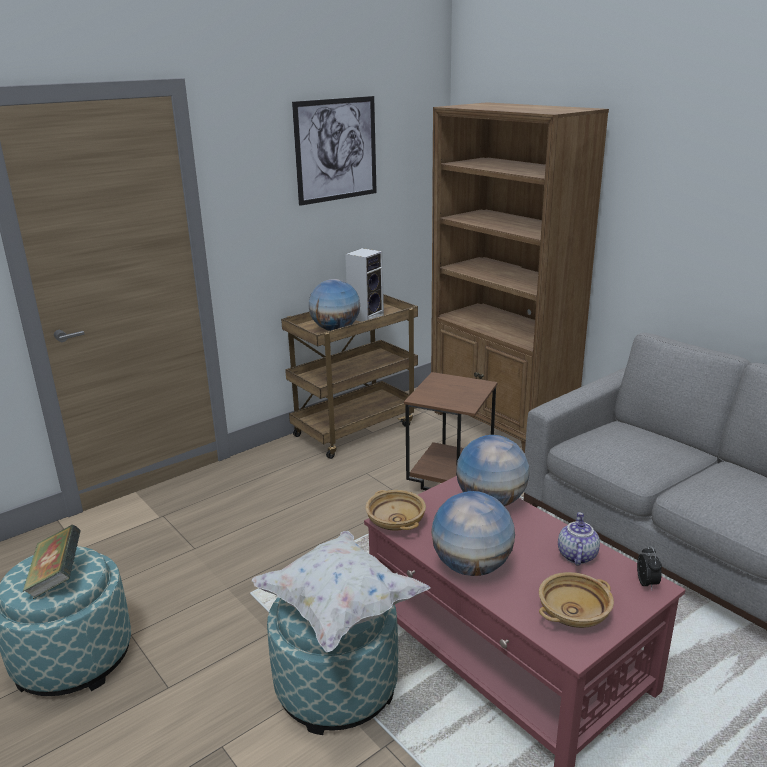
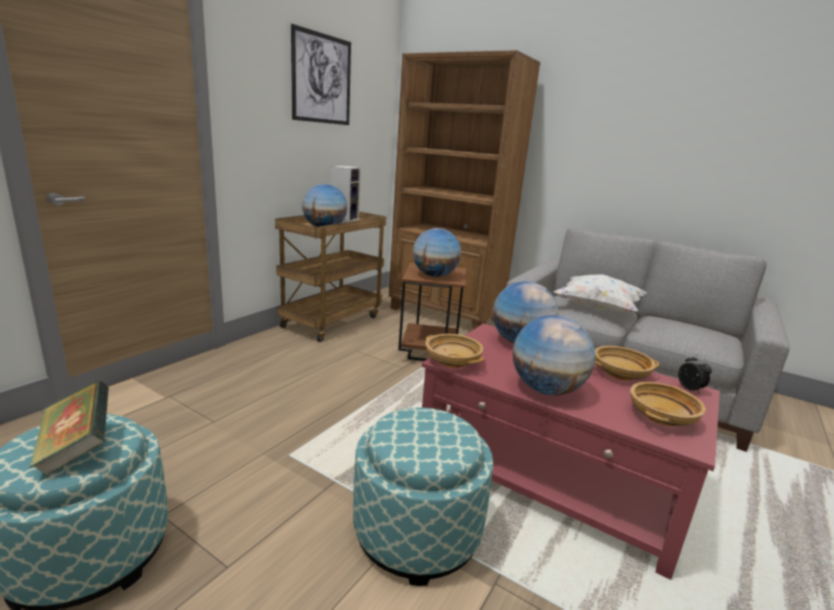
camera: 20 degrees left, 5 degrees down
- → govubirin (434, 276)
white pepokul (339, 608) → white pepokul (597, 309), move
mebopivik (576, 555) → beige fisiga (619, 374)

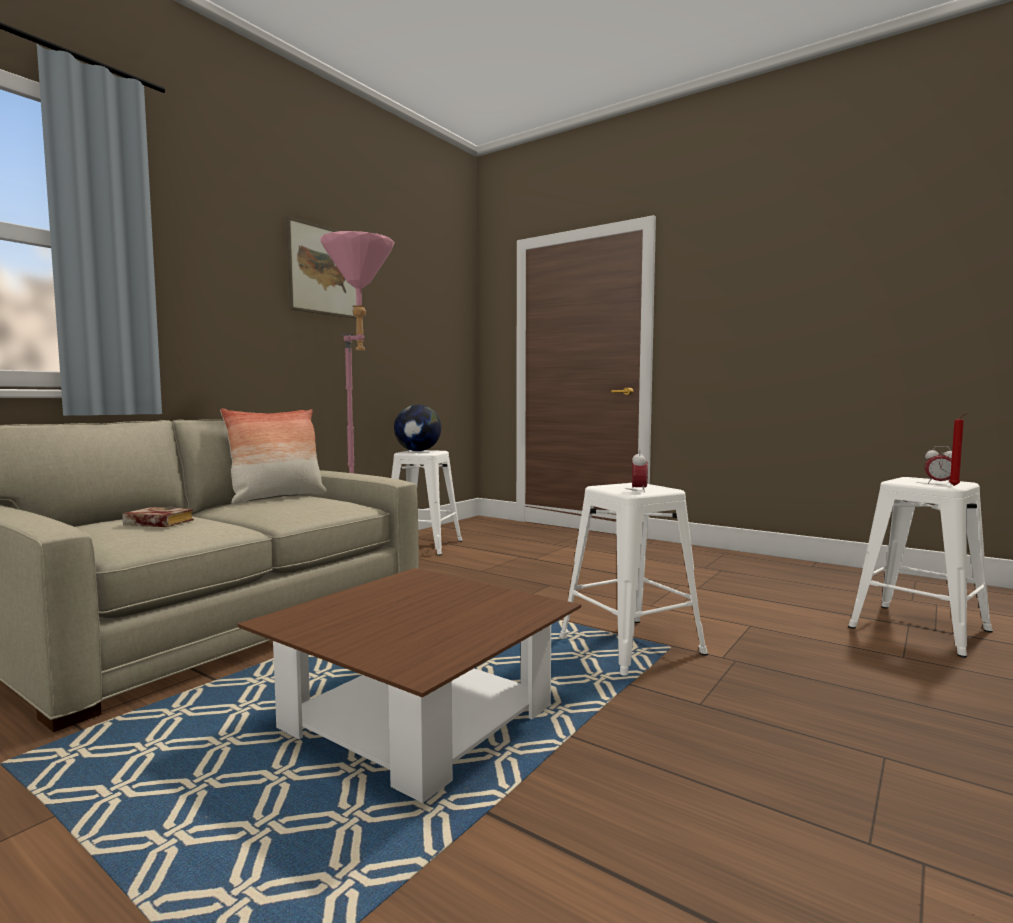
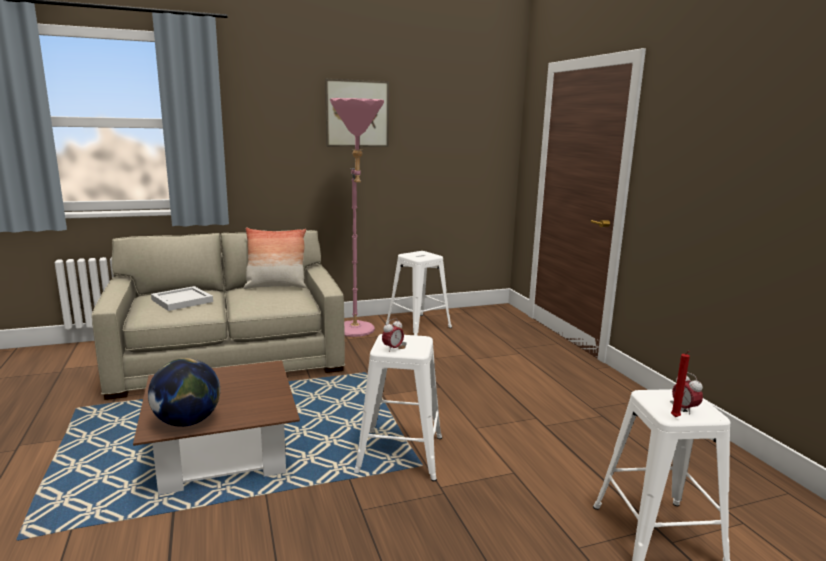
camera: 35 degrees right, 10 degrees up
govubirin (418, 451) → govubirin (187, 422), move
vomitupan (155, 523) → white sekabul (181, 300)

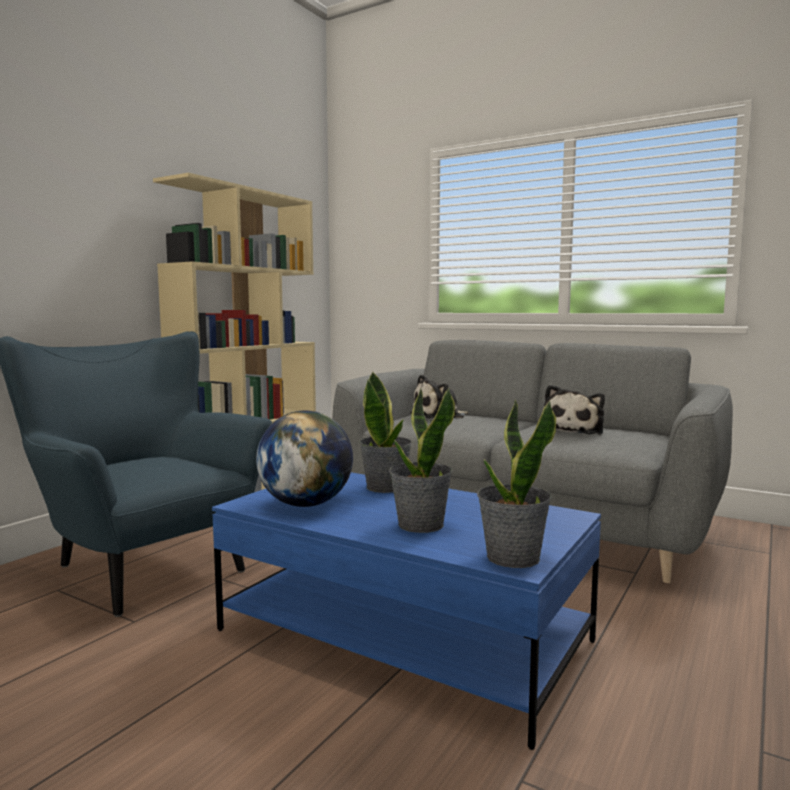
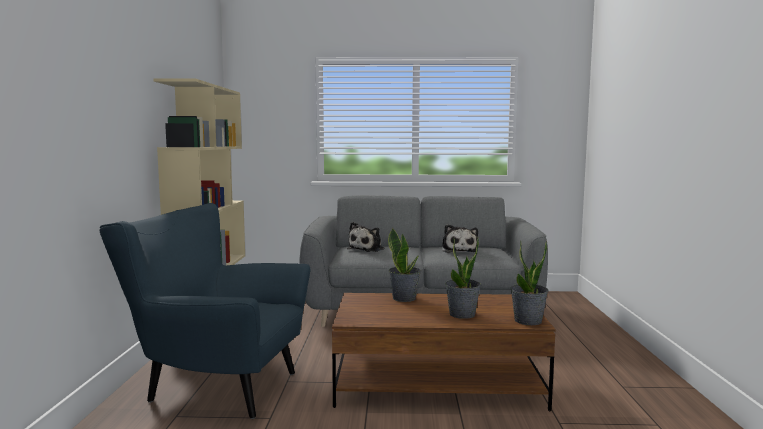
camera: 30 degrees left, 0 degrees up
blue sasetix (403, 635) → brown sasetix (437, 383)
govubirin (306, 504) → -

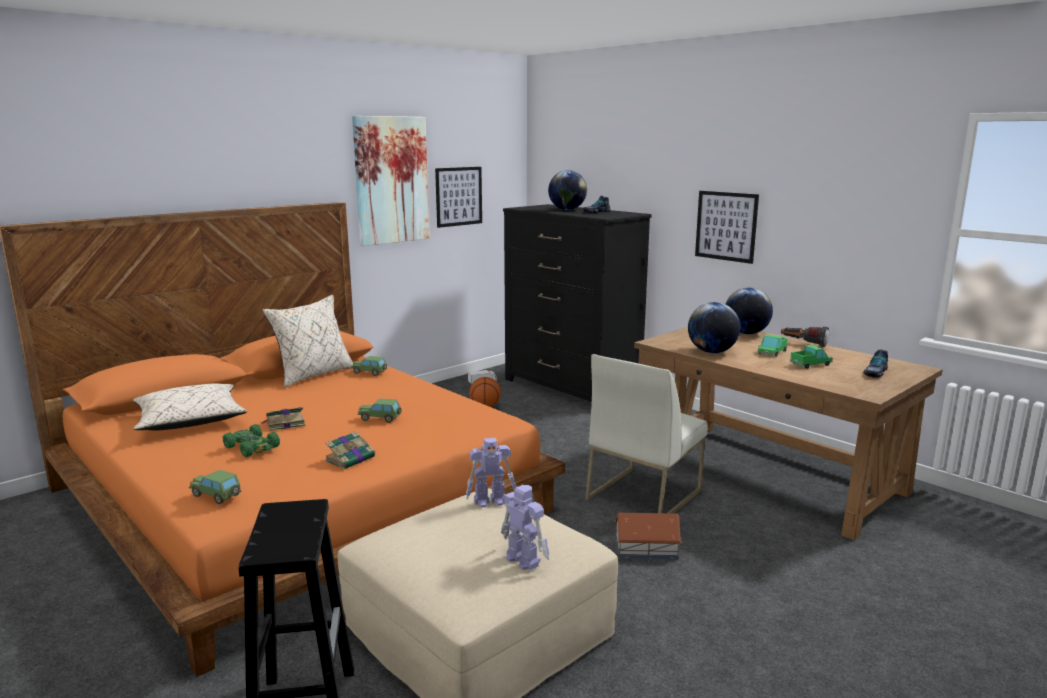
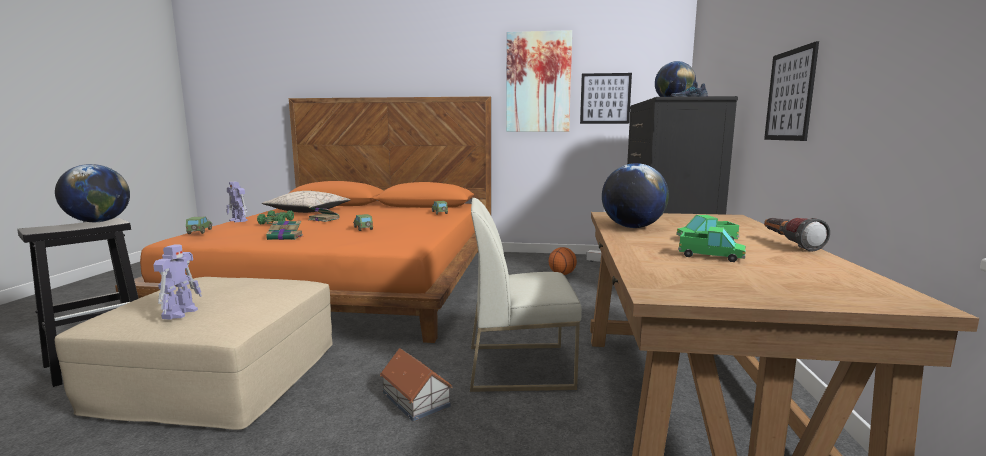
camera: 50 degrees right, 5 degrees down
govubirin (746, 333) → govubirin (98, 222), move
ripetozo (491, 501) → ripetozo (238, 220), move
beige pepokul (313, 375) → -
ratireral (875, 372) → -

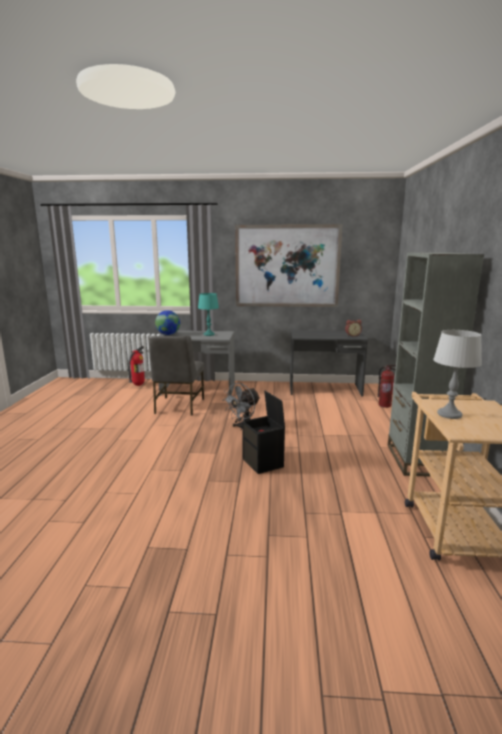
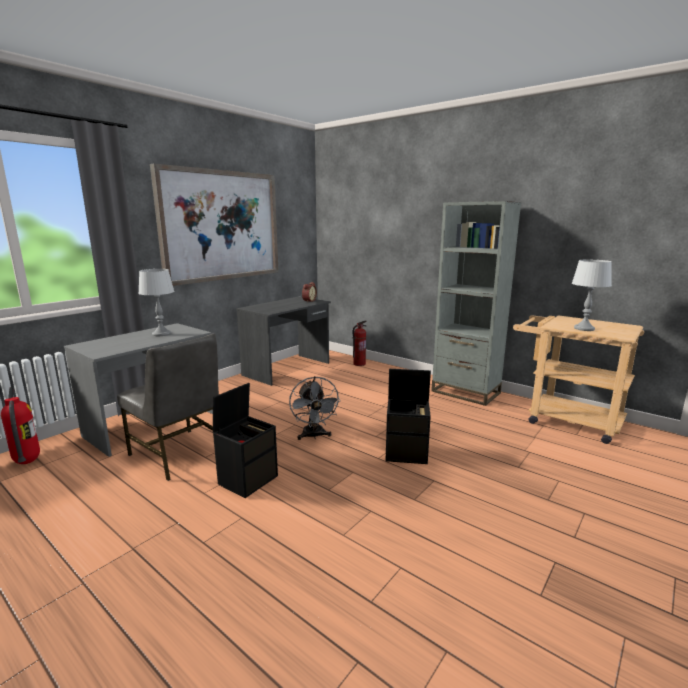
camera: 55 degrees left, 0 degrees up
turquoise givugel (209, 334) → grey givugel (161, 334)
- → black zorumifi (248, 479)
govubirin (168, 334) → -

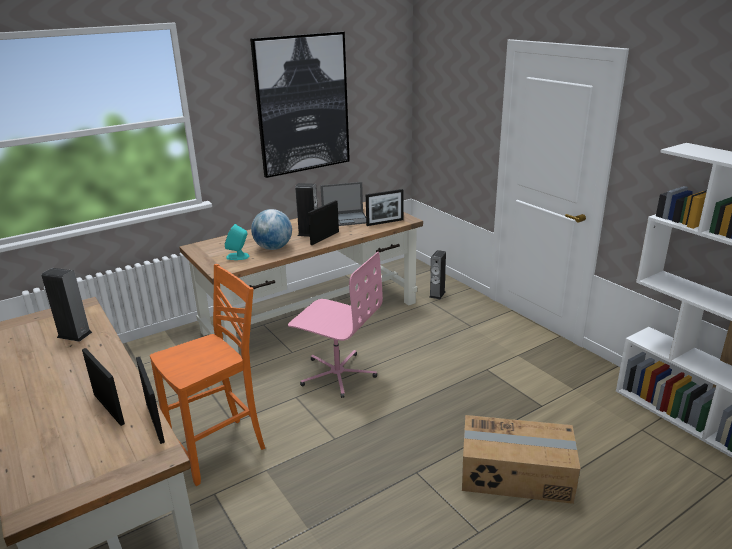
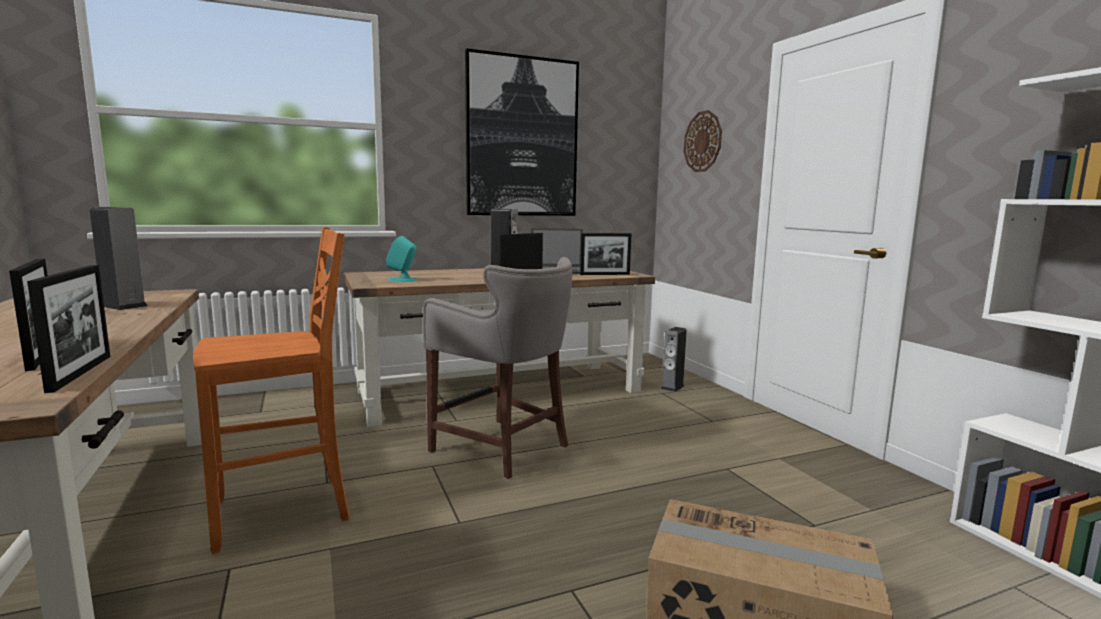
camera: 10 degrees right, 15 degrees down
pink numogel (337, 374) → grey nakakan (504, 448)
- → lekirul (702, 141)
govubirin (273, 248) → -

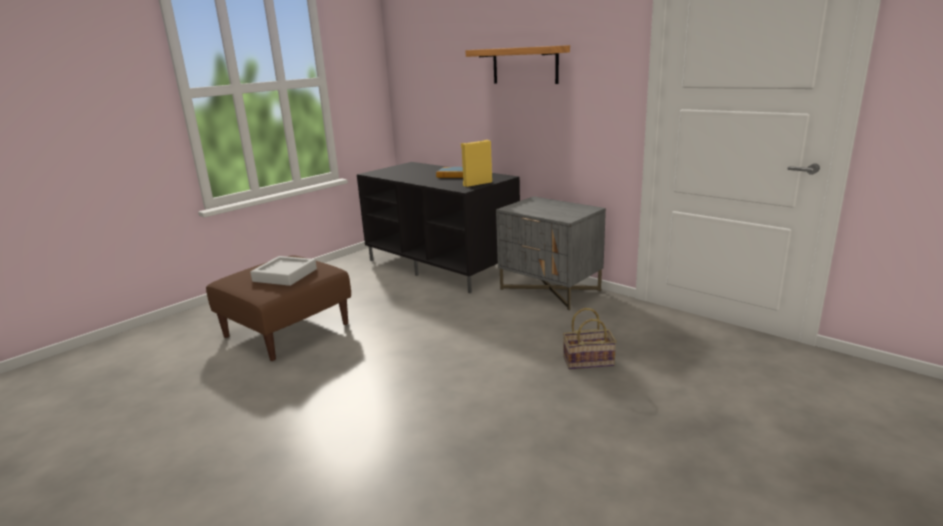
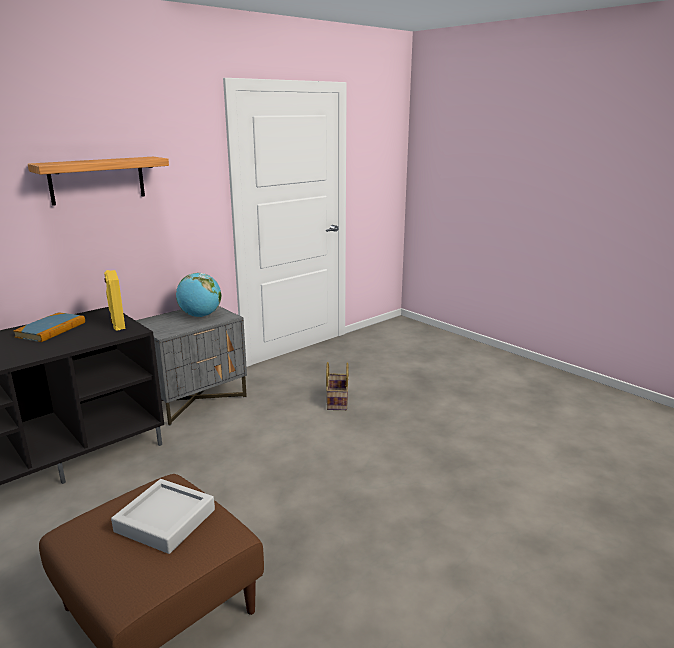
camera: 85 degrees left, 0 degrees up
- → govubirin (200, 316)

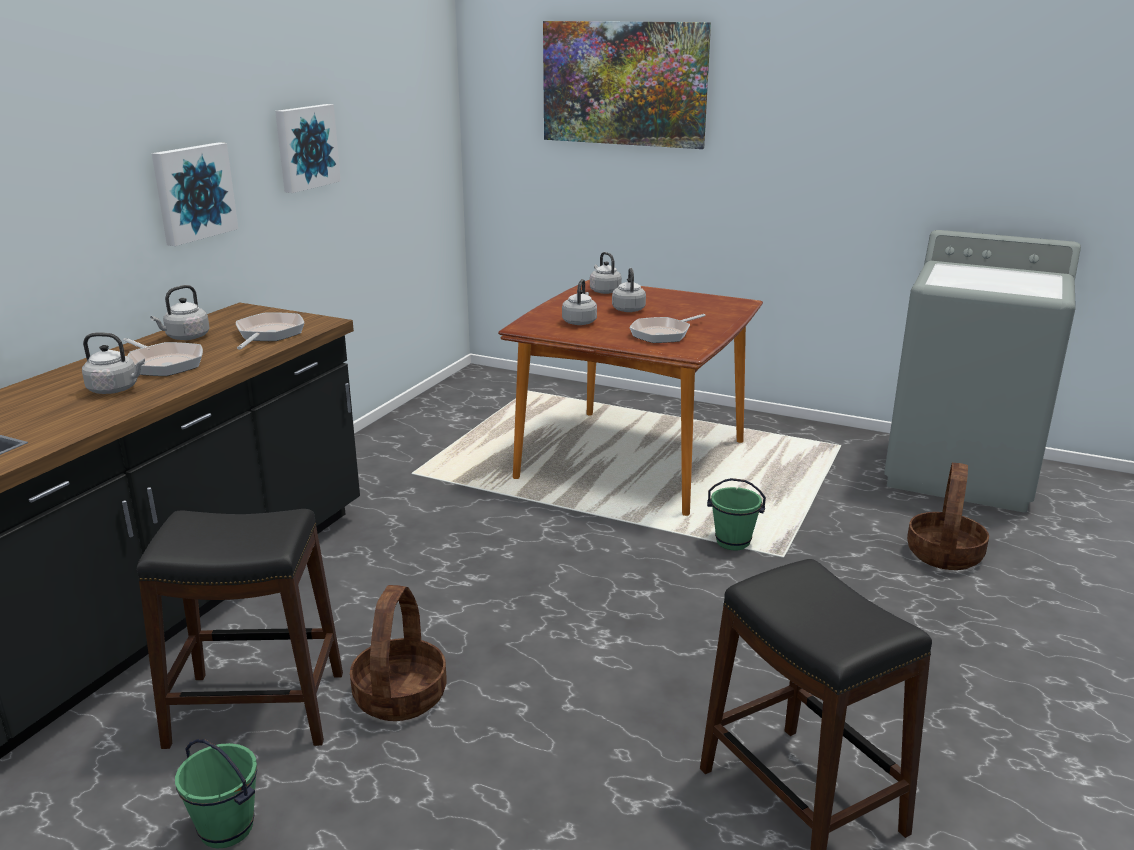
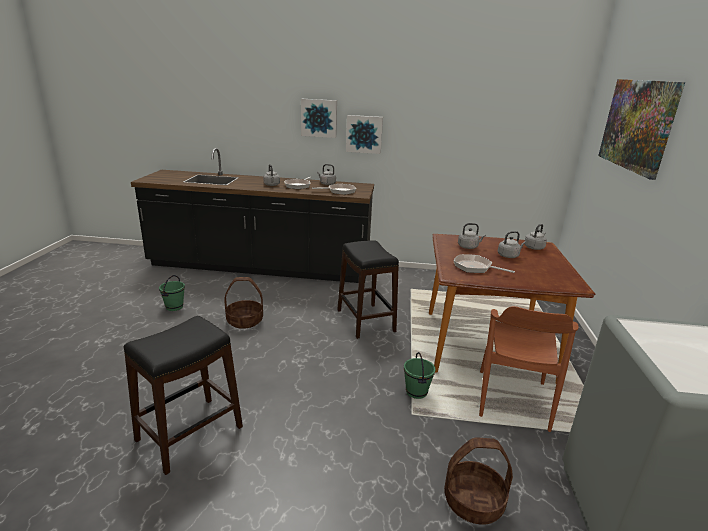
camera: 70 degrees right, 0 degrees up
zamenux (305, 147) → zamenux (319, 118), move
black nakakan (256, 708) → black nakakan (366, 320), move
- → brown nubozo (512, 399)

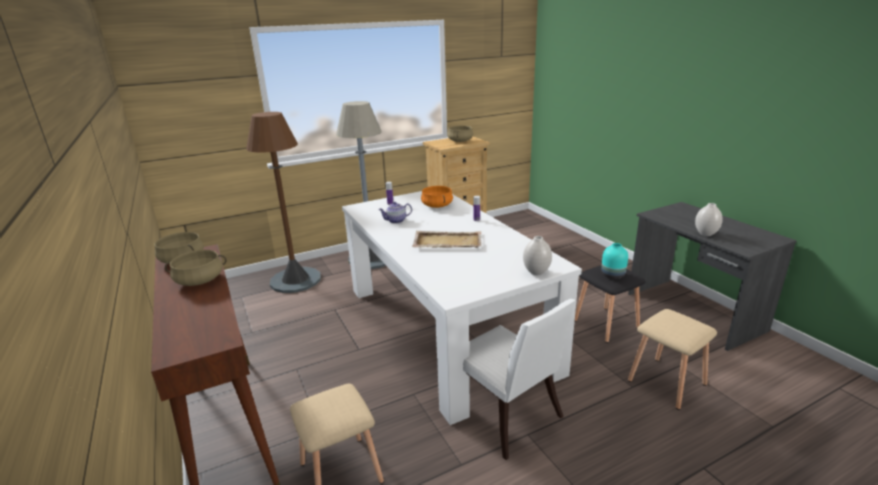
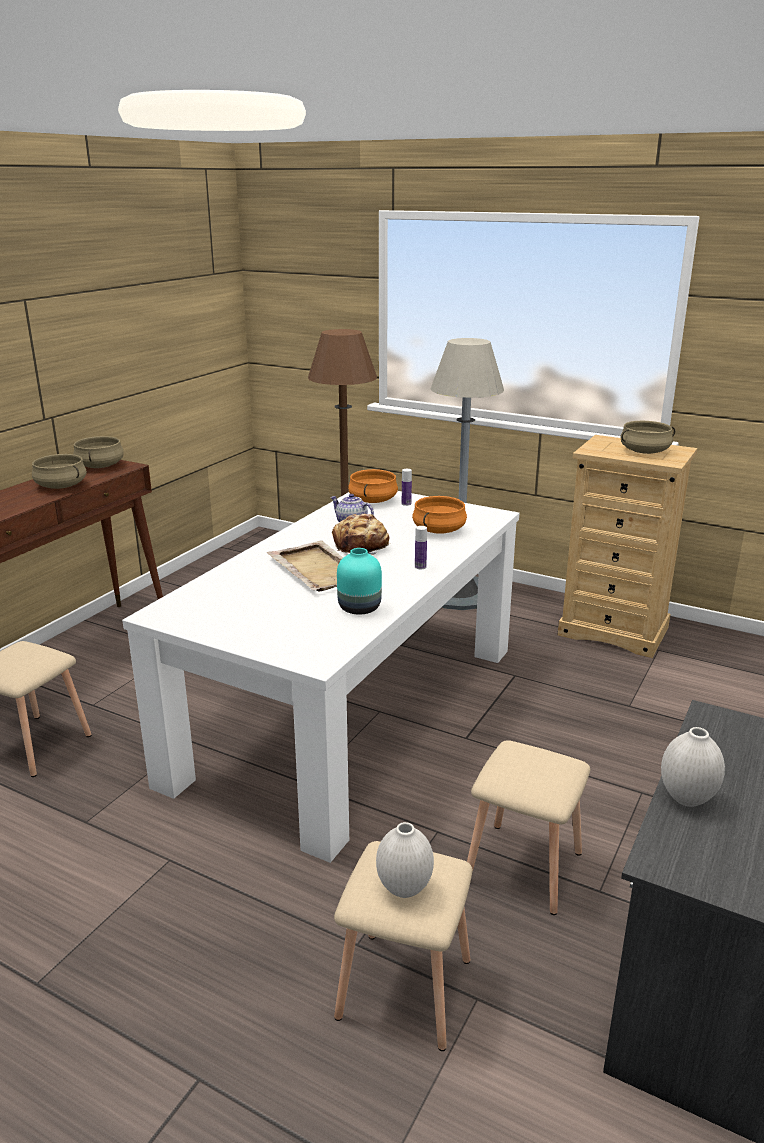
camera: 55 degrees right, 0 degrees up
- → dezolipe (362, 546)
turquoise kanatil (613, 275) → turquoise kanatil (358, 608), move
- → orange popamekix (373, 500)
white kanatil (536, 272) → white kanatil (405, 889), move
black nakakan (605, 324) → beige nakakan (523, 865)
white nubozo (506, 417) → -

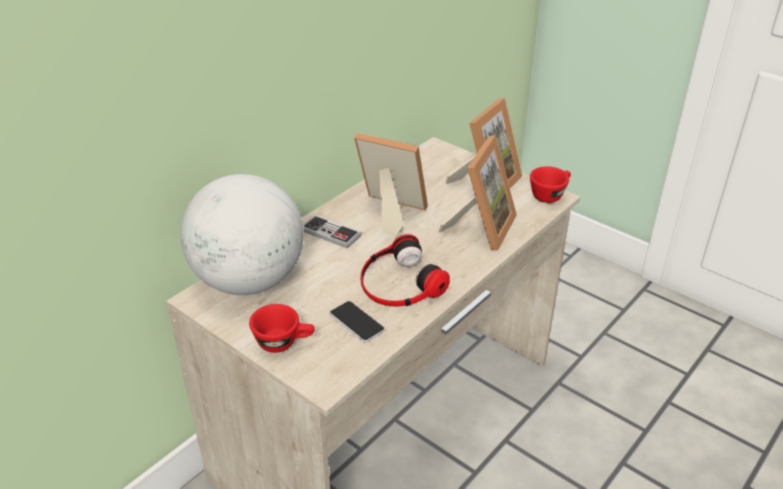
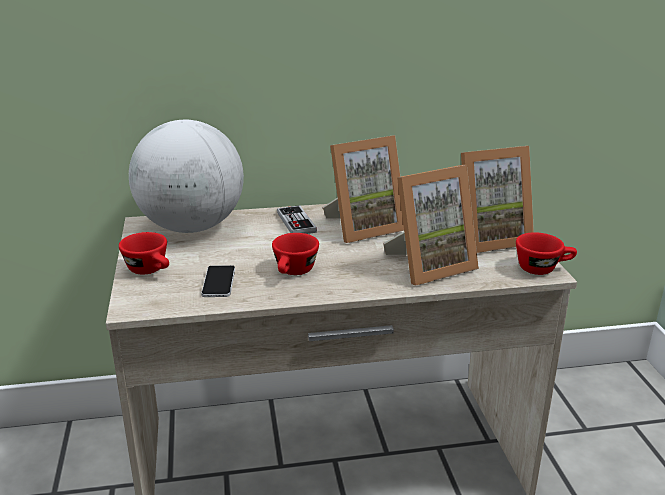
camera: 40 degrees right, 10 degrees down
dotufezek (399, 283) → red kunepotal (294, 272)
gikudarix (388, 213) → gikudarix (363, 227), 90 degrees clockwise

